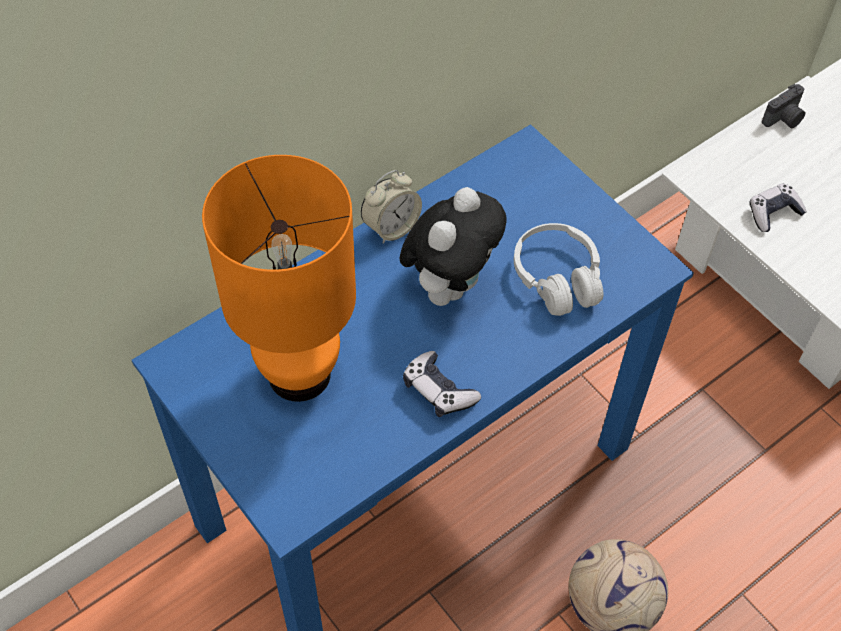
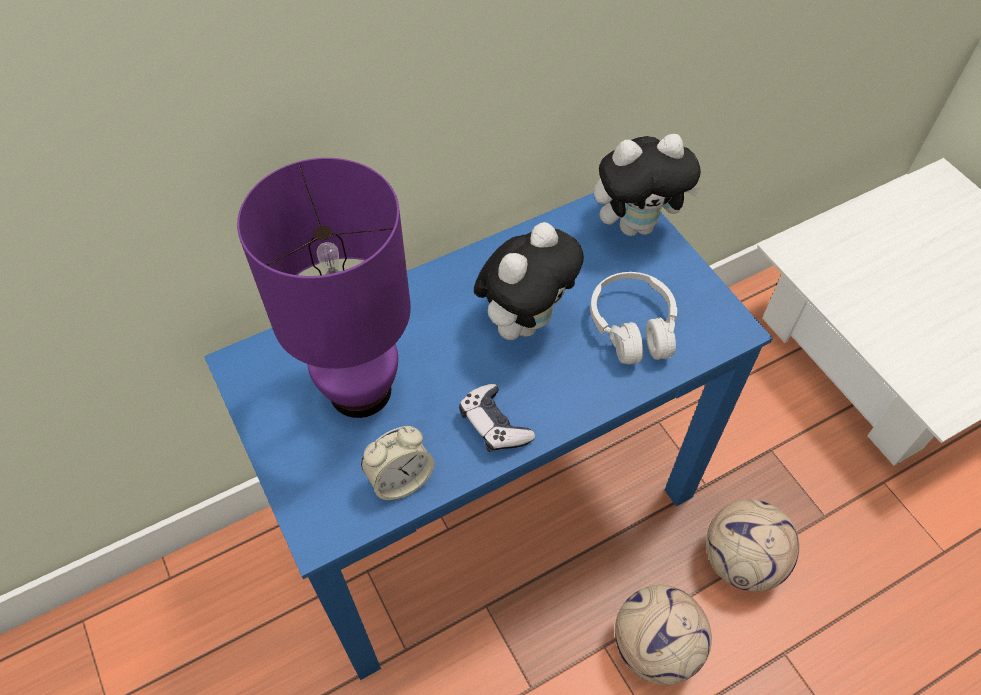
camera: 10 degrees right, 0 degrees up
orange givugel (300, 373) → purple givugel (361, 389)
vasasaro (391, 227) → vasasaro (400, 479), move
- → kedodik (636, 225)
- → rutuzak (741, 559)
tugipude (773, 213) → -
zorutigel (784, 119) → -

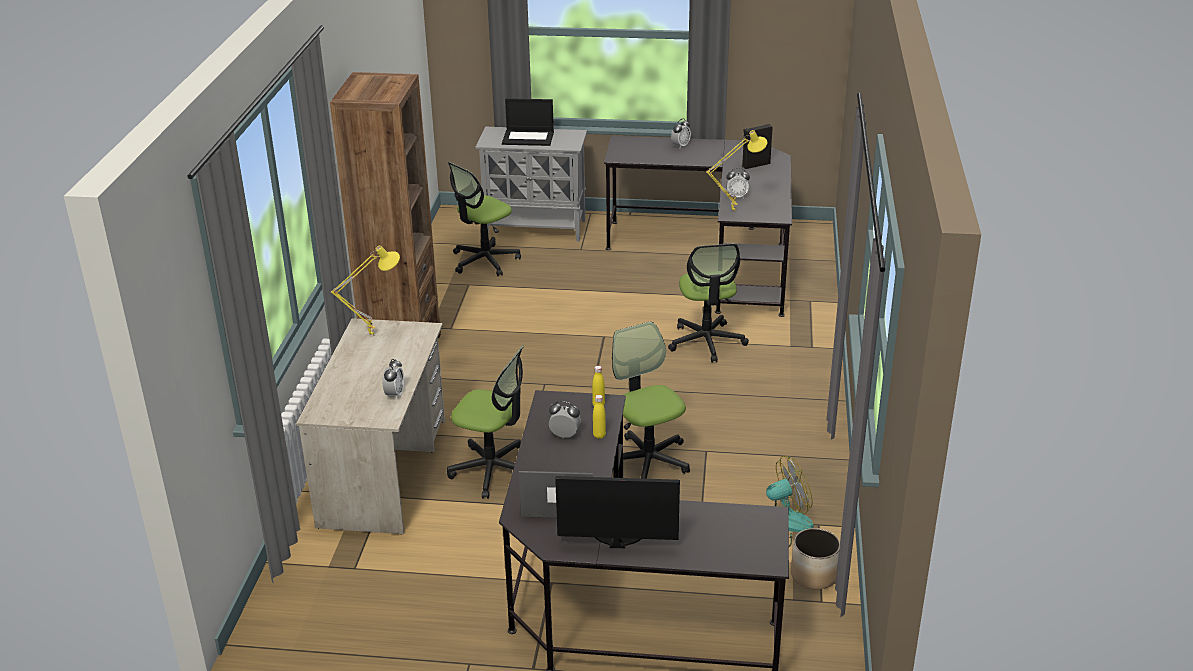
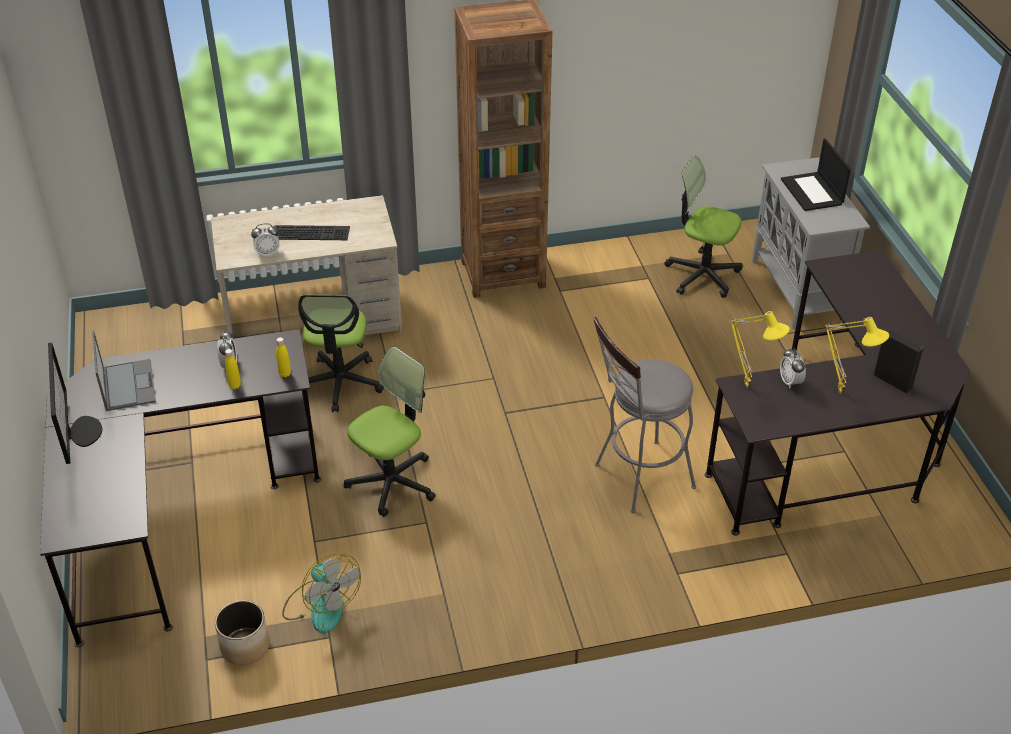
camera: 70 degrees right, 10 degrees up
- → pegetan (311, 232)
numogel (706, 342) → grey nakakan (637, 479)
yellow givugel (372, 335) → yellow givugel (841, 392), move
vasasaro (680, 146) → -

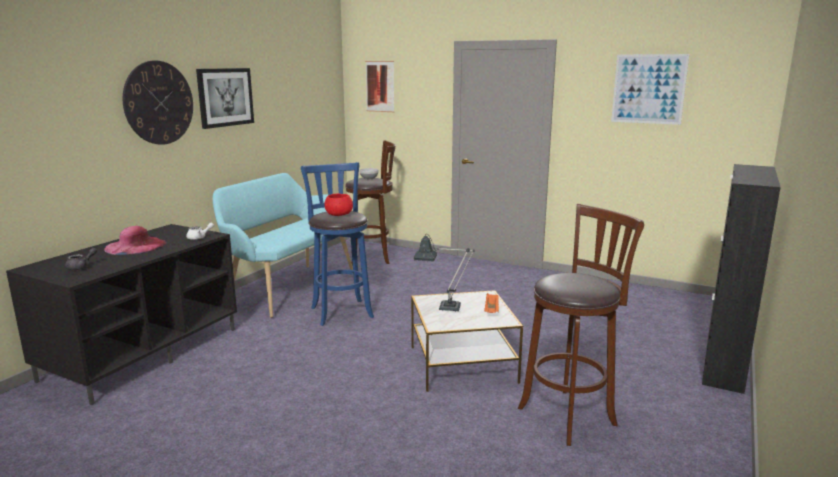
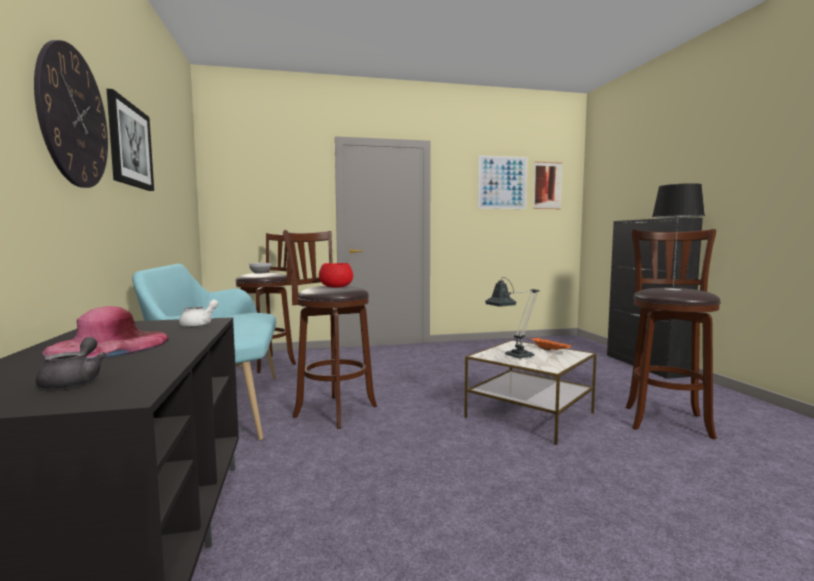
camera: 40 degrees left, 10 degrees down
blue nakakan (341, 311) → brown nakakan (332, 410)
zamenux (380, 86) → zamenux (547, 185), move
- → givugel (673, 289)

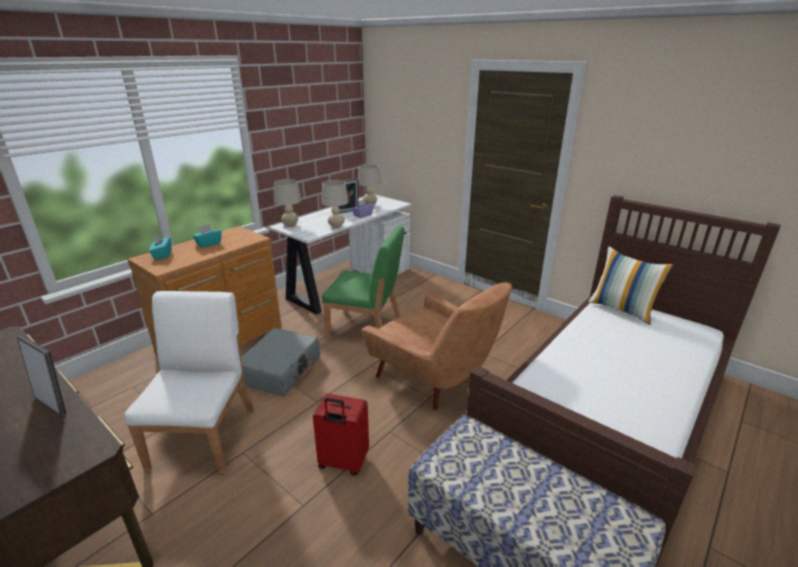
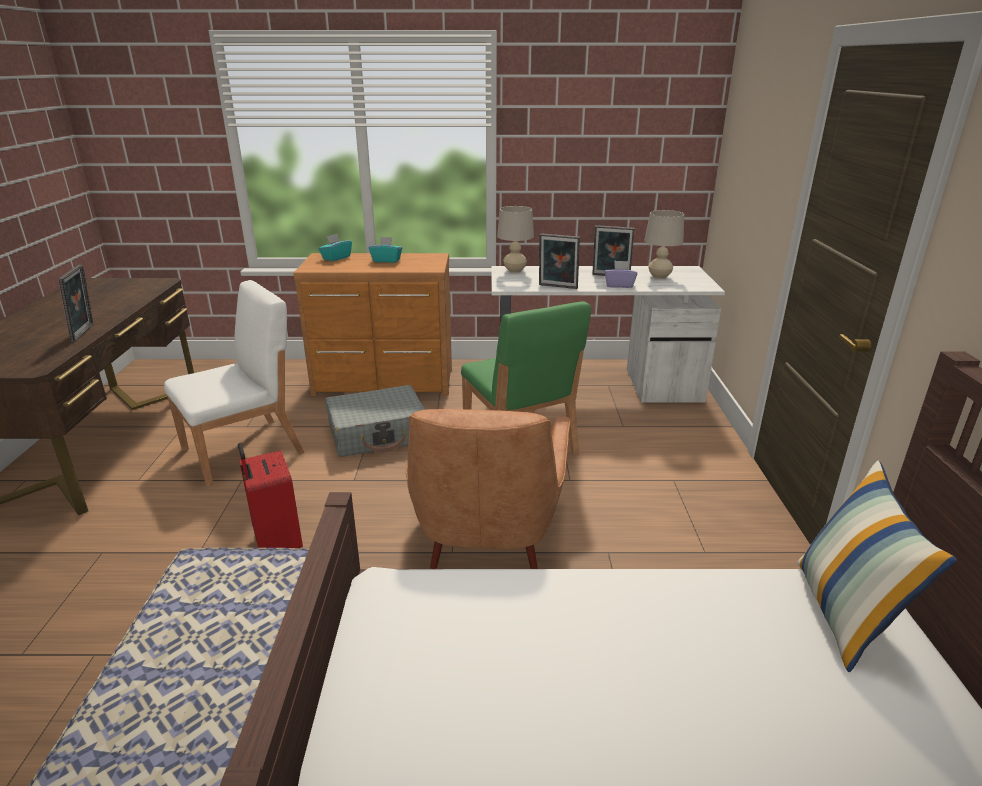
camera: 50 degrees right, 0 degrees up
beige givugel (336, 226) → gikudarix (557, 287)

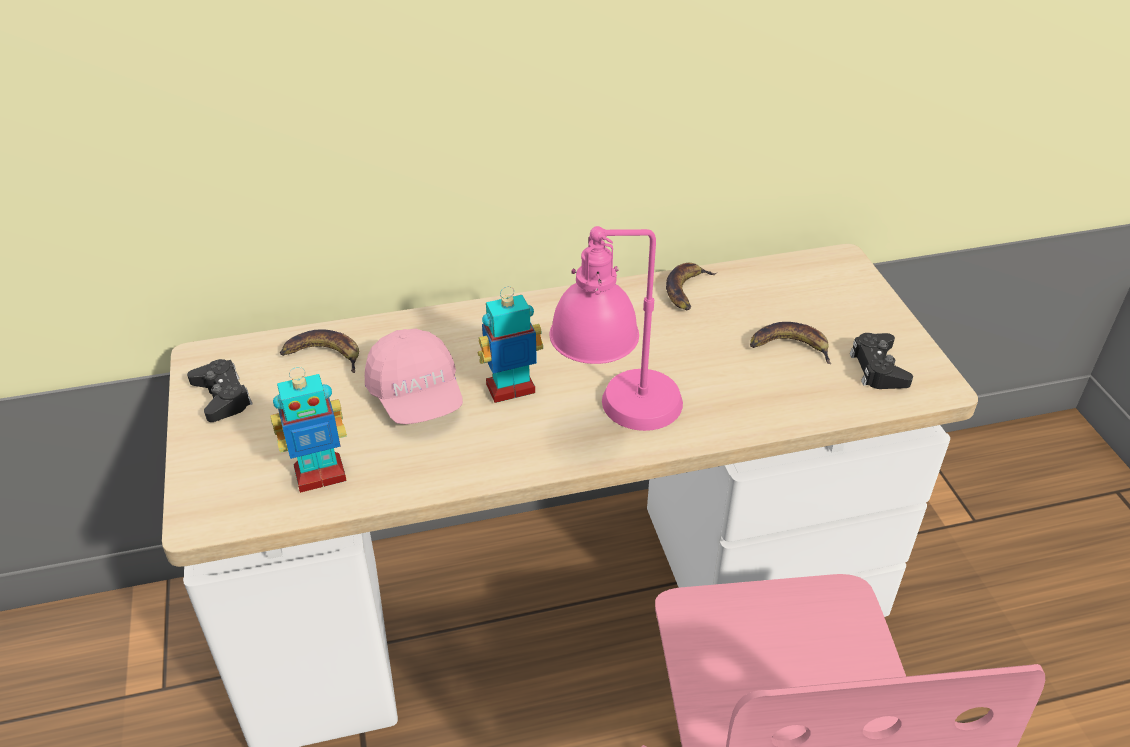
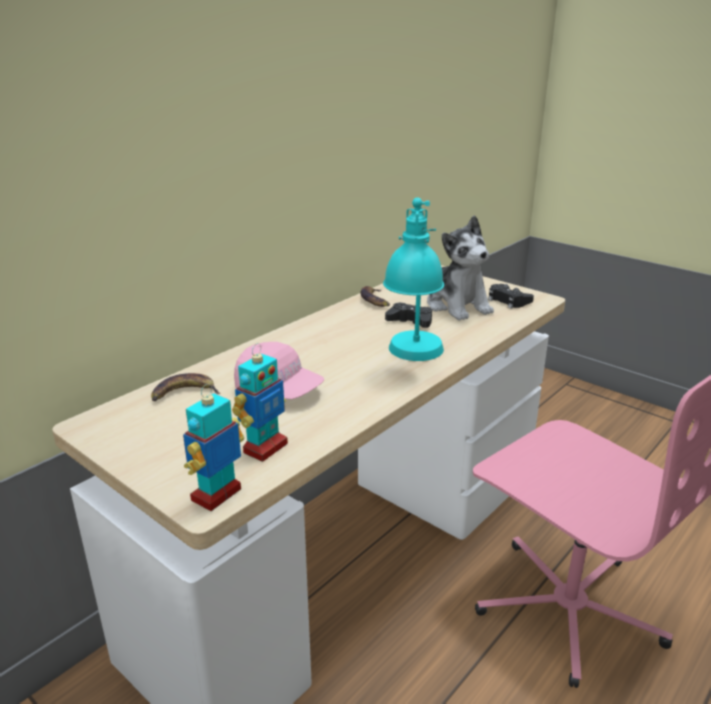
camera: 35 degrees left, 15 degrees down
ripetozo (511, 390) → ripetozo (217, 495), move
pink givugel (618, 420) → turquoise givugel (414, 359)
black tugipude (222, 397) → black tugipude (410, 321), move
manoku (789, 347) → kedodik (457, 305)

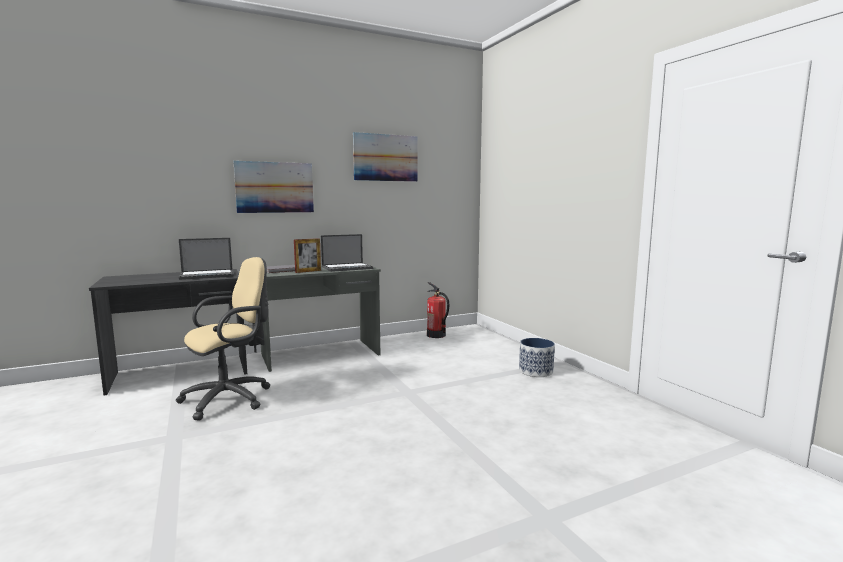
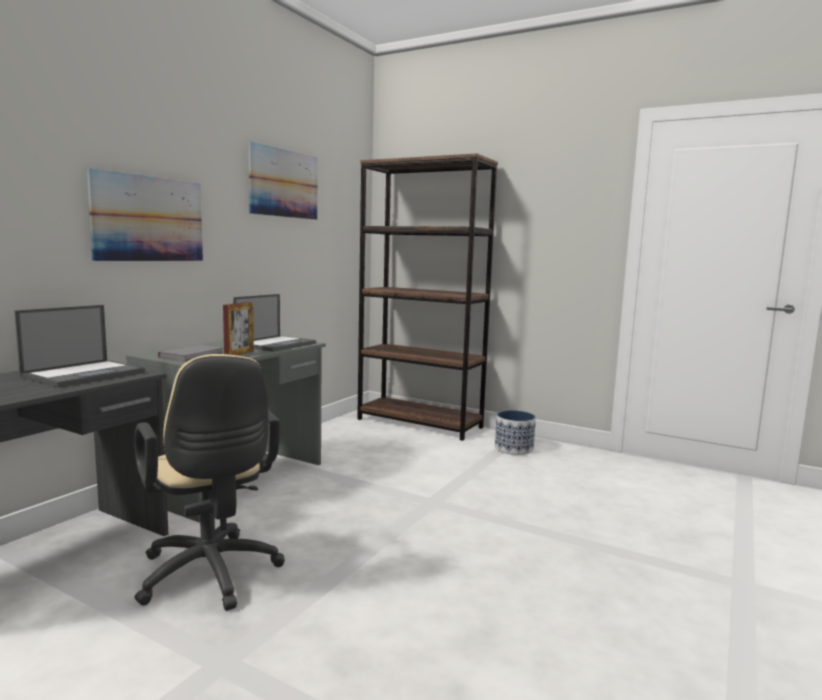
camera: 35 degrees left, 0 degrees up
beige numogel (231, 398) → beige numogel (211, 576), 135 degrees clockwise
- → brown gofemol (419, 423)
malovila (436, 335) → -

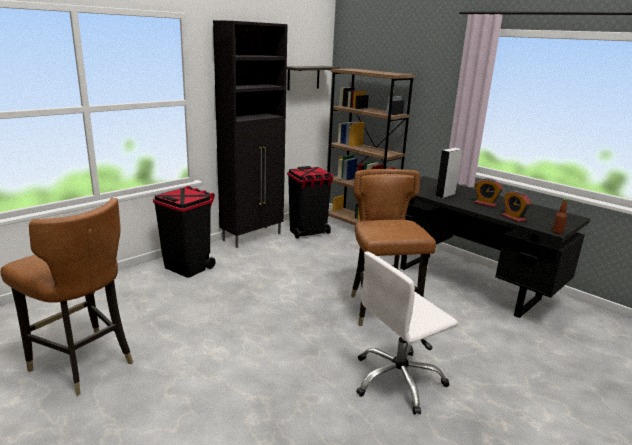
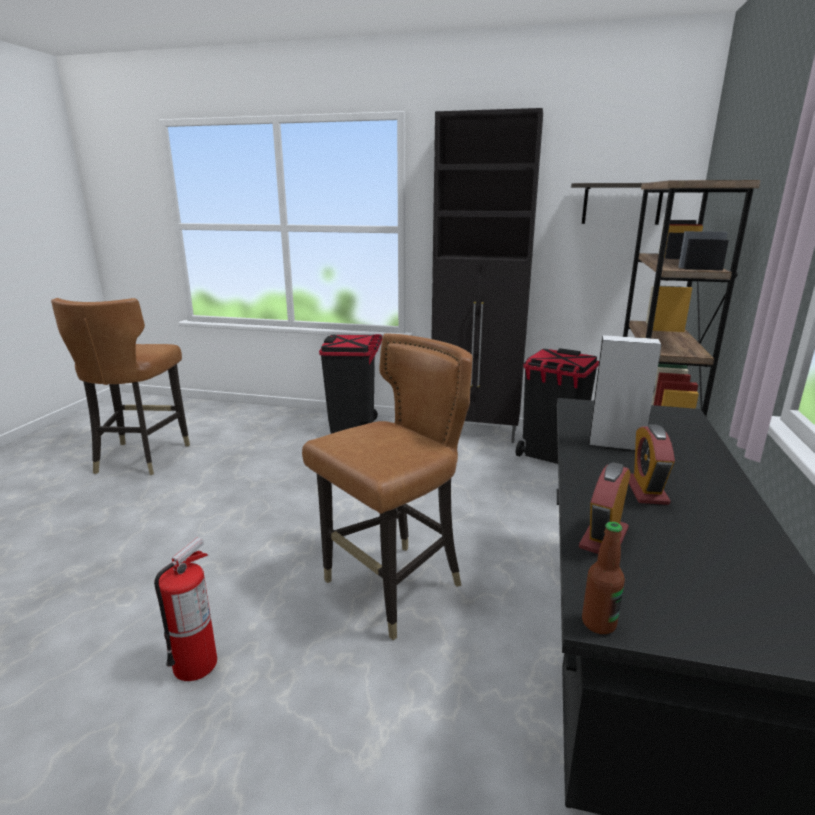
camera: 60 degrees right, 0 degrees up
white numogel (398, 380) → malovila (196, 664)

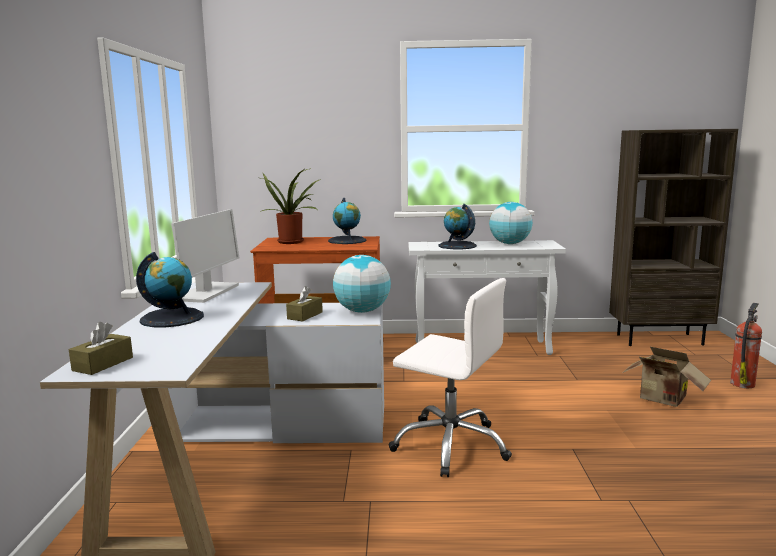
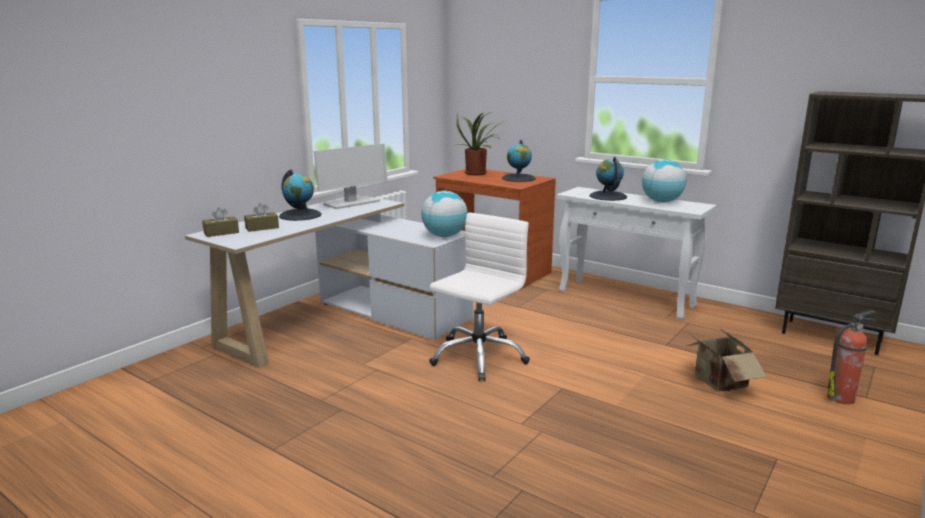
camera: 35 degrees right, 5 degrees up
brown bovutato (305, 315) → brown bovutato (262, 228), move
white numogel (451, 445) → white numogel (478, 356), 120 degrees counterclockwise

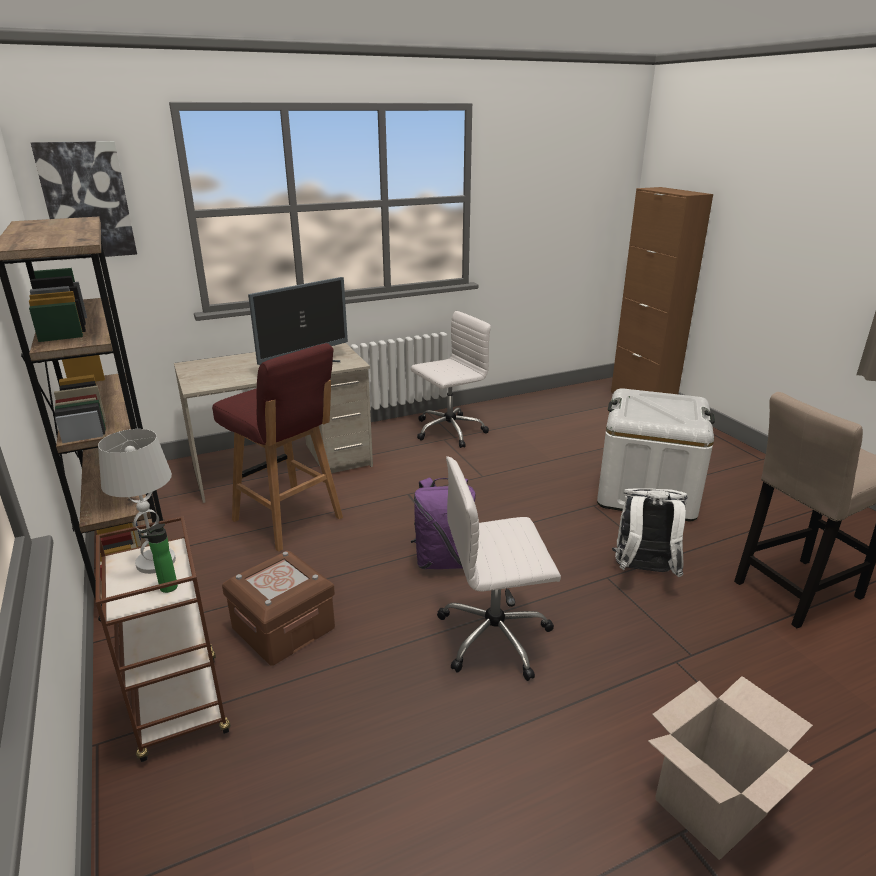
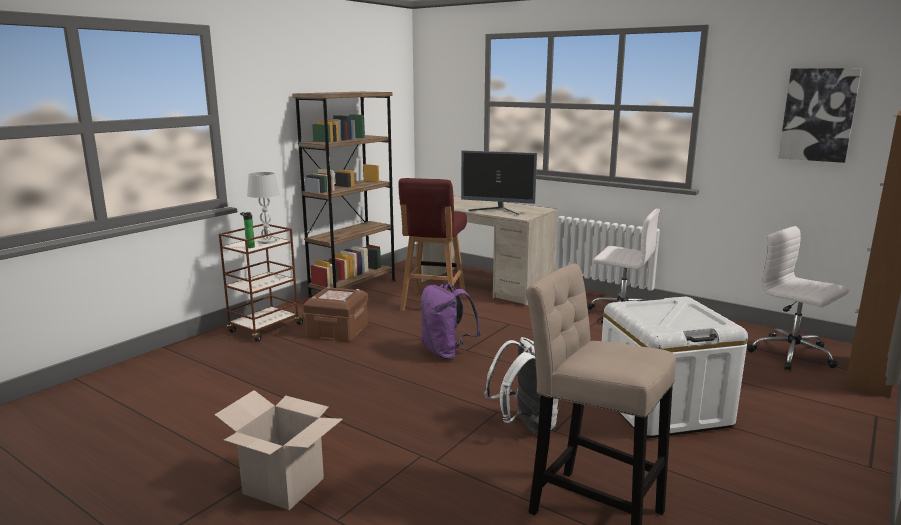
camera: 60 degrees right, 10 degrees down
white numogel (496, 636) → white numogel (793, 355), move
zamenux (87, 200) → zamenux (818, 115), move

